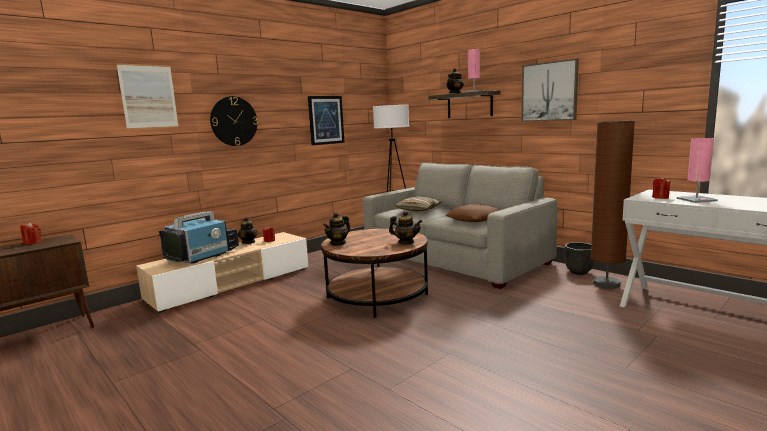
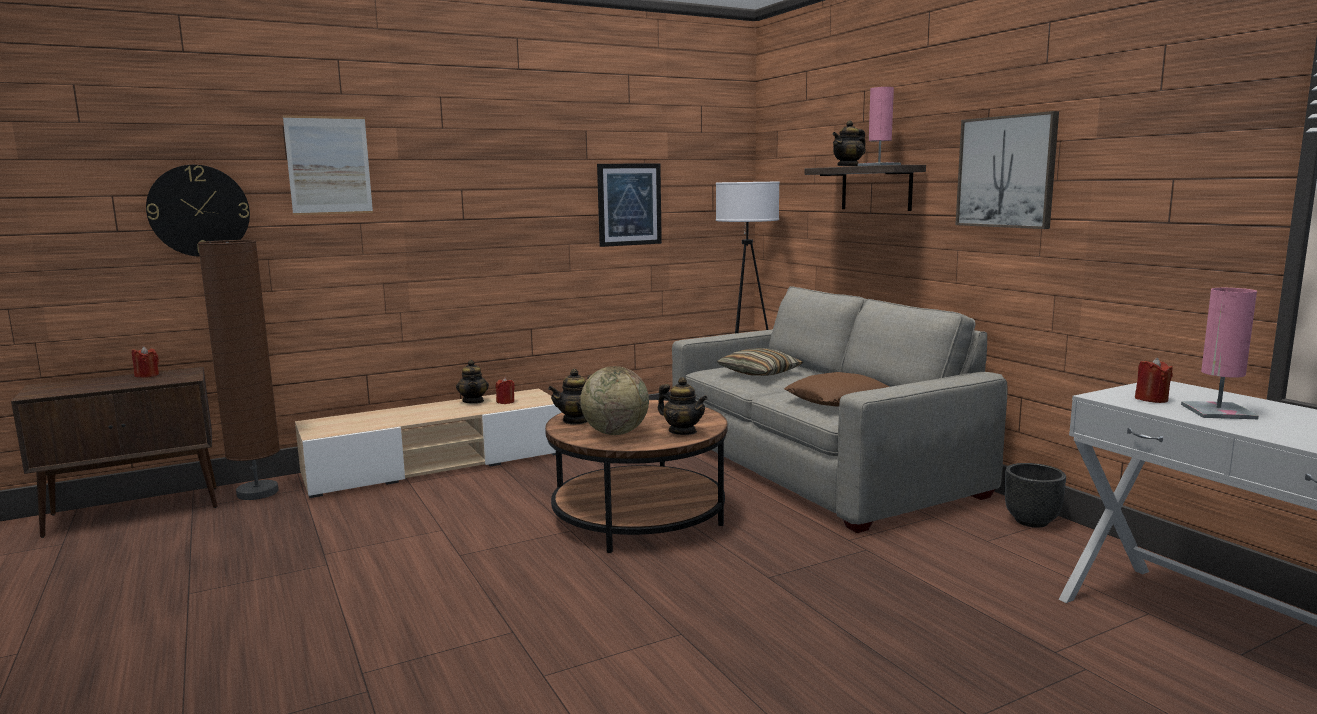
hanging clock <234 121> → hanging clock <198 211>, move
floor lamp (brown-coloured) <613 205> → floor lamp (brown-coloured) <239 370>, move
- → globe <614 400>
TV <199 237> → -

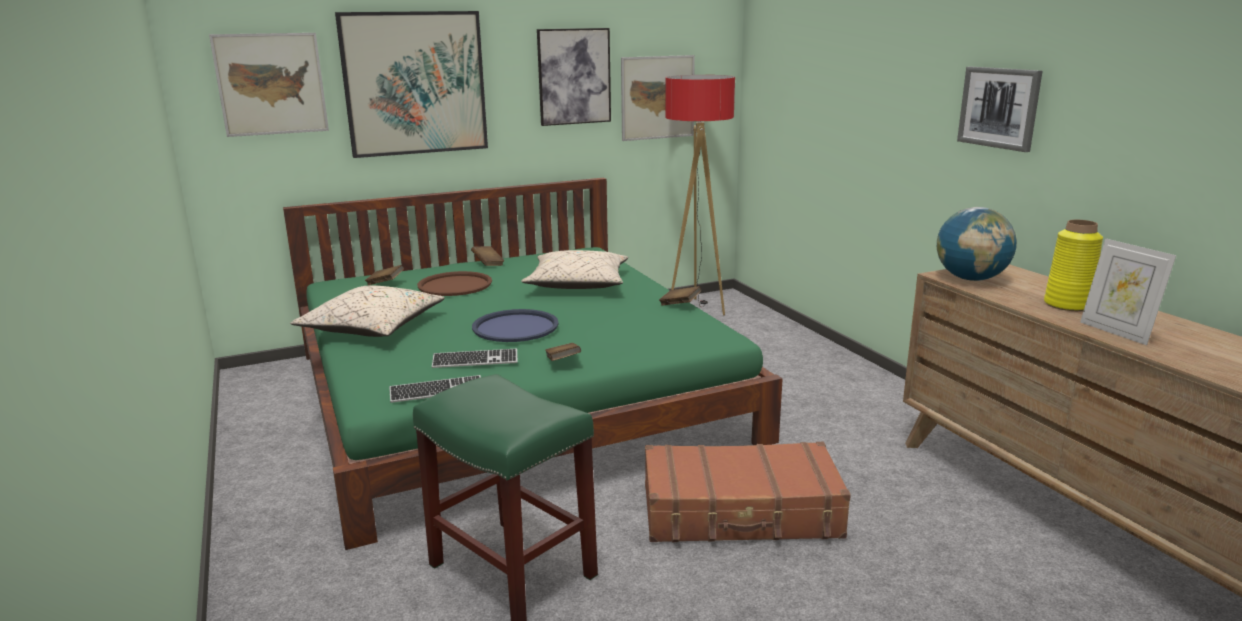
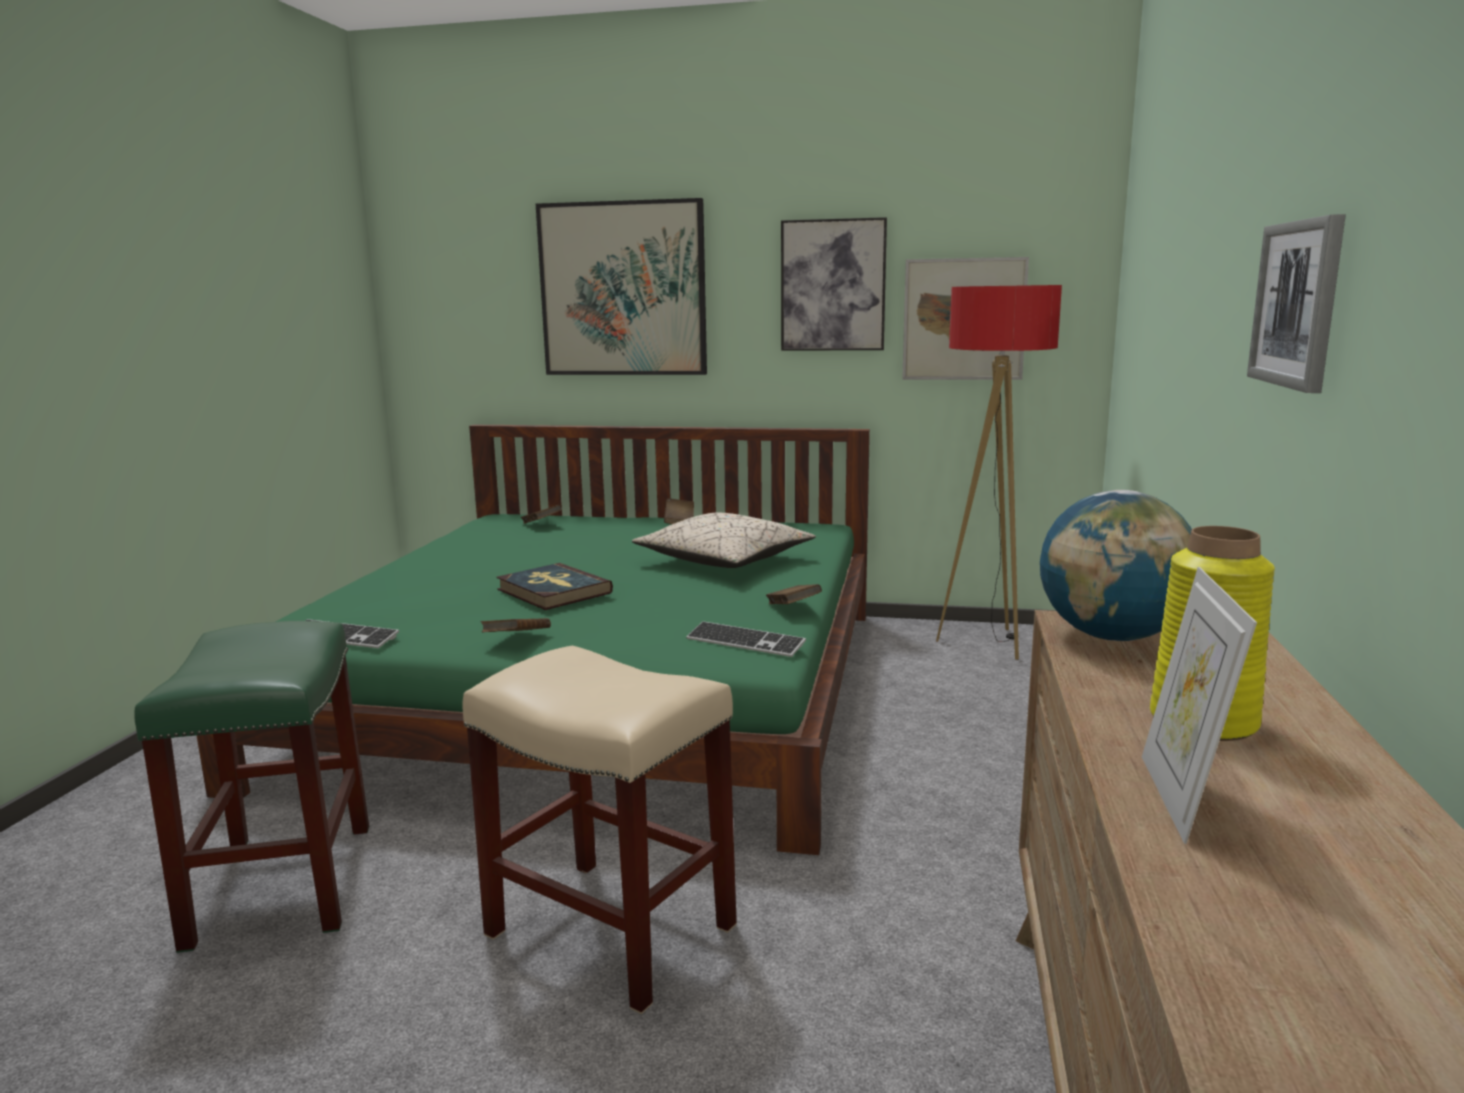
suitcase (brown-coloured) <748 492> → sitting stool (sand-coloured) <599 829>
tray (bluish) <515 325> → bound book <554 586>
keyboard <475 358> → keyboard <746 639>, move
picture <269 85> → -
pillow (sand-coloured) <367 311> → -
tray (brown-coloured) <454 283> → -

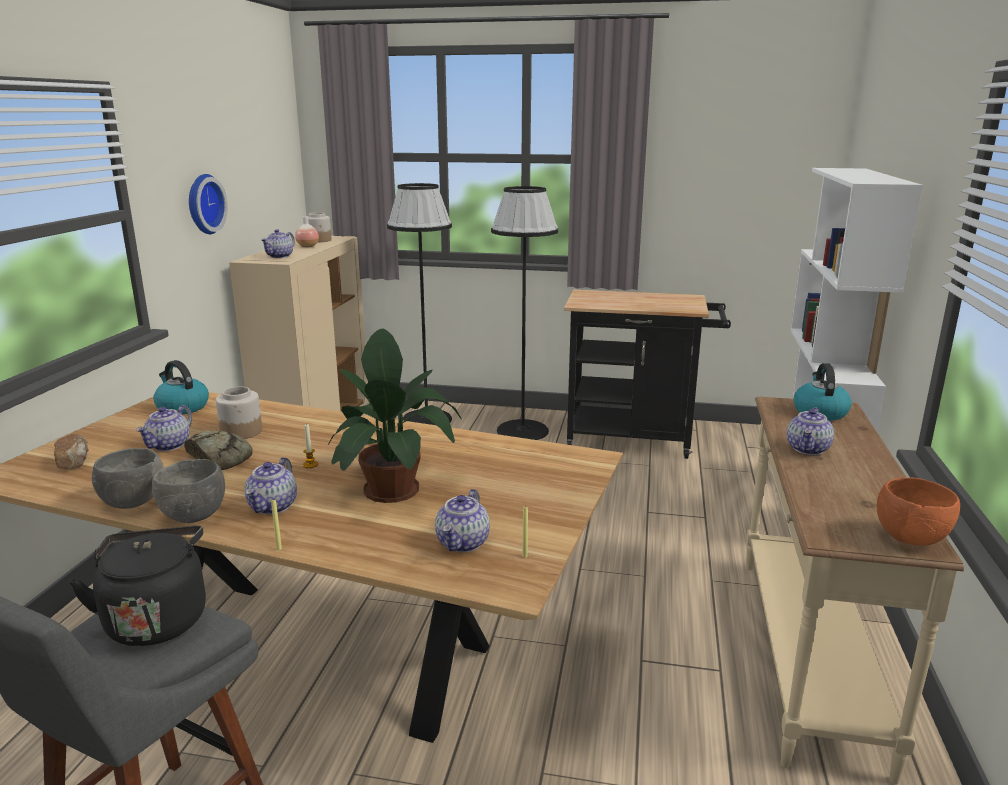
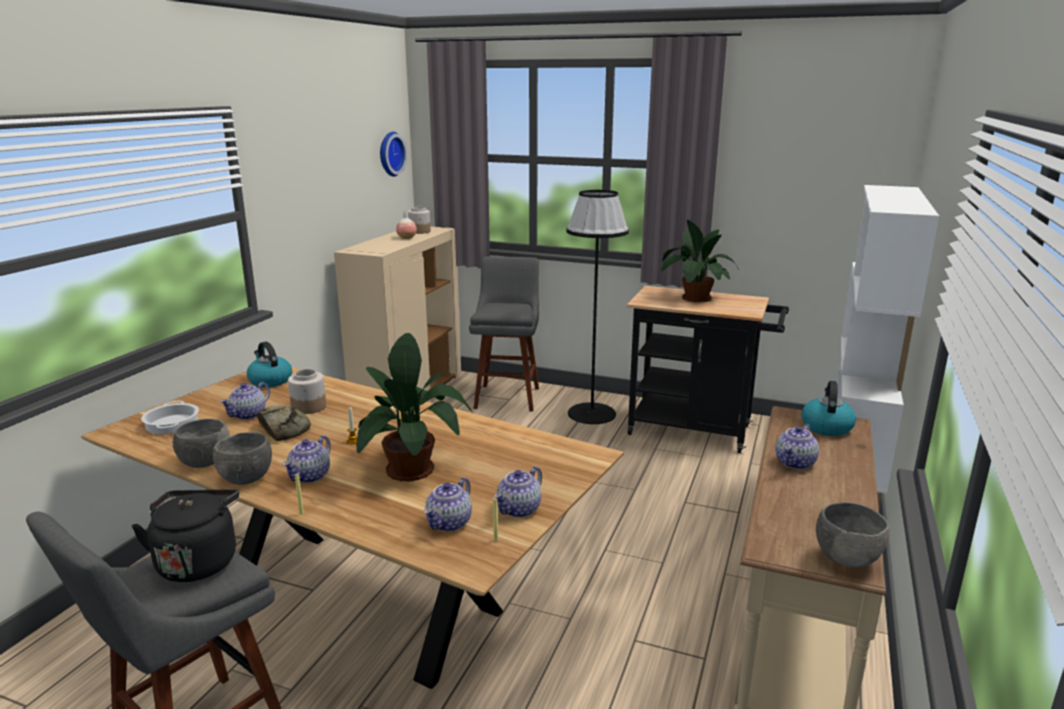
bakery bread <71 451> → saucepot <170 417>
hanging clock <208 204> → hanging clock <393 154>, move
floor lamp (black-coloured) <419 304> → sitting stool (grey) <504 334>
pot for tea <278 243> → pot for tea <518 492>, move
- → potted plant <700 261>
deep dish (orange) <918 511> → deep dish (grey) <853 535>

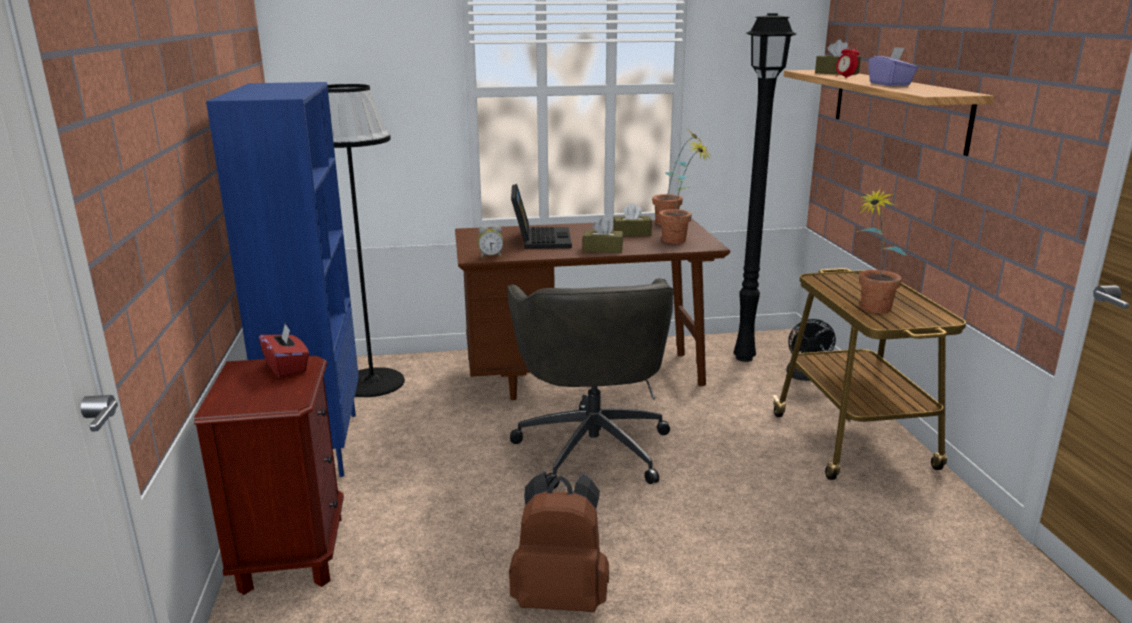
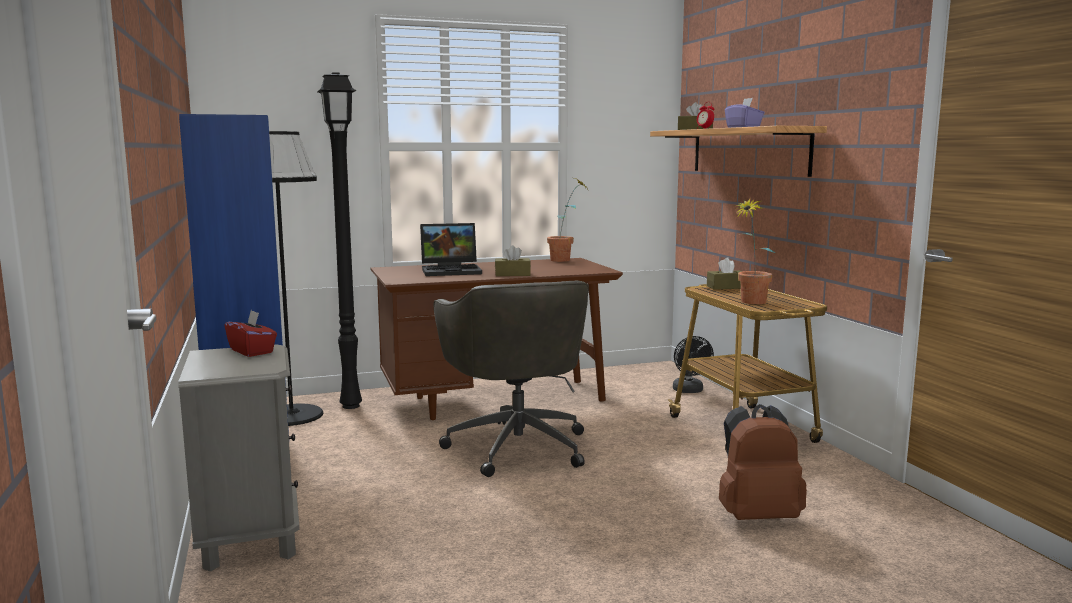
night table (brown-coloured) <269 475> → night table (grey) <239 457>
floor lamp (black-coloured) <764 187> → floor lamp (black-coloured) <339 240>, move
notebook computer <541 216> → notebook computer <451 249>, 90 degrees clockwise
tissue holder (brown-coloured) <632 220> → tissue holder (brown-coloured) <724 273>, move
knapsack (brown-coloured) <559 542> → knapsack (brown-coloured) <763 462>, move
table clock <491 241> → -
potted plant <686 192> → -

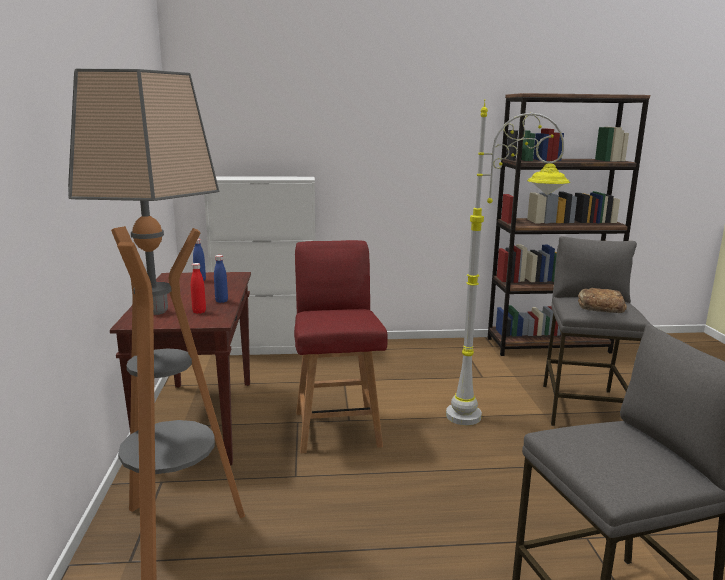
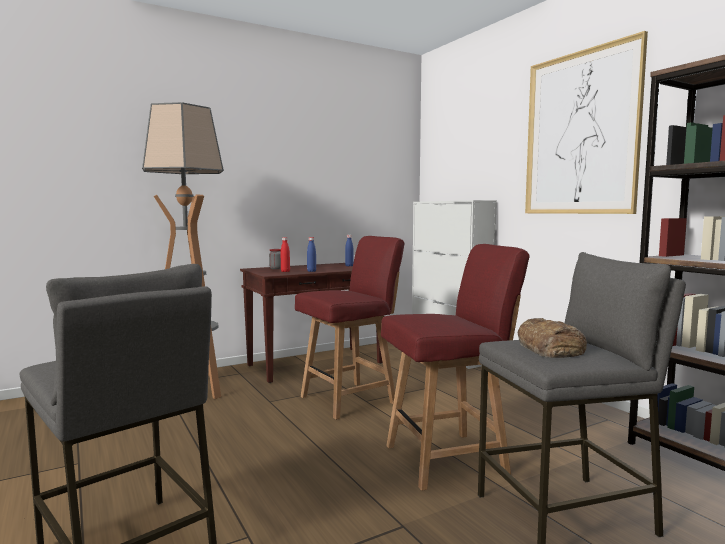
floor lamp (grey) <508 262> → chair (red-coloured) <455 367>
- → picture <586 122>

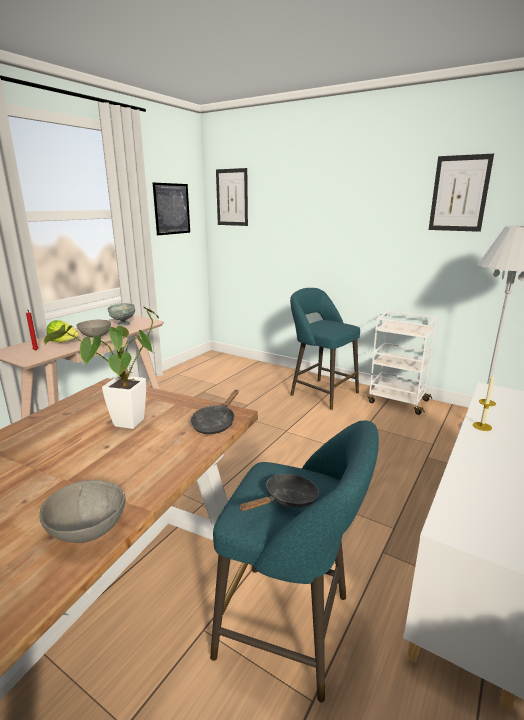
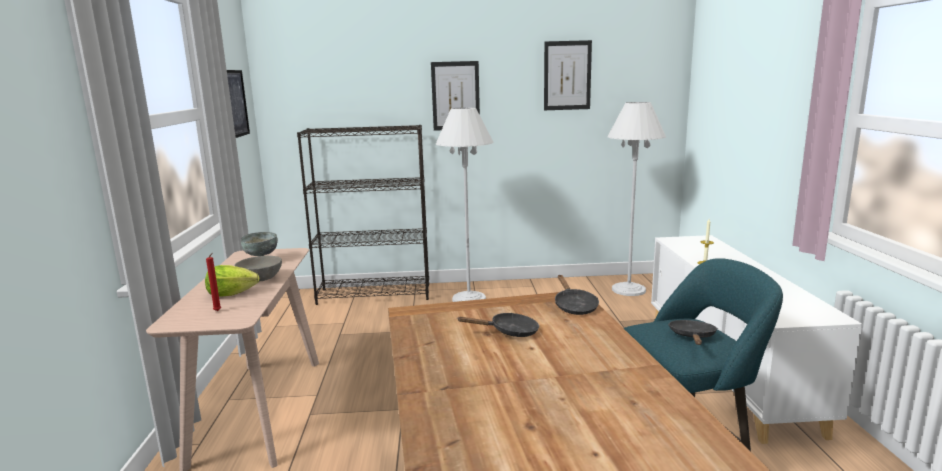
- → bookcase (black-coloured) <363 215>
picture <232 197> → picture <455 96>, move
sitting stool (turquoise) <325 349> → floor lamp (whitish) <464 204>
potted plant <102 368> → pan (black-coloured) <498 325>
deep dish (grey) <82 511> → -
trolley (whitish) <402 363> → -

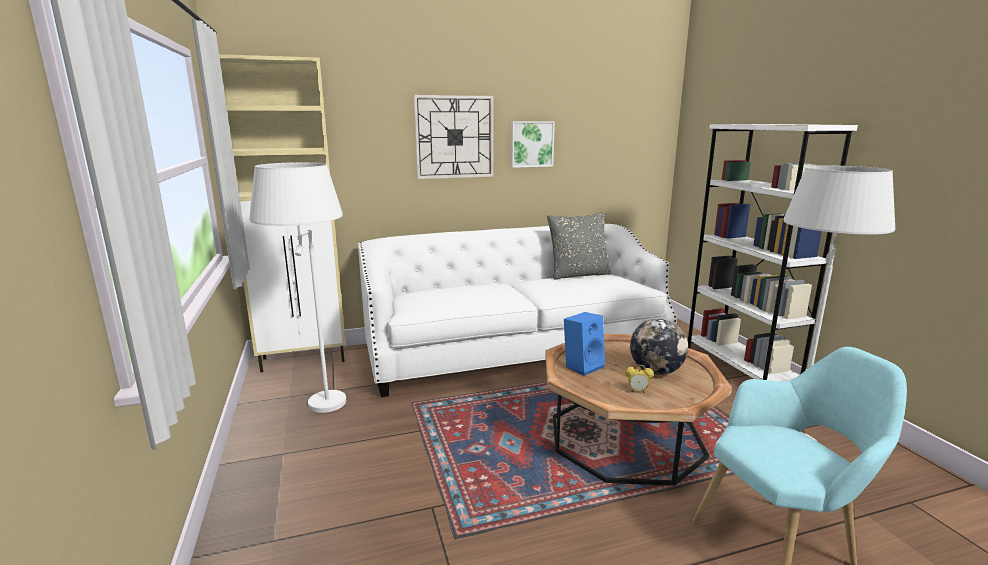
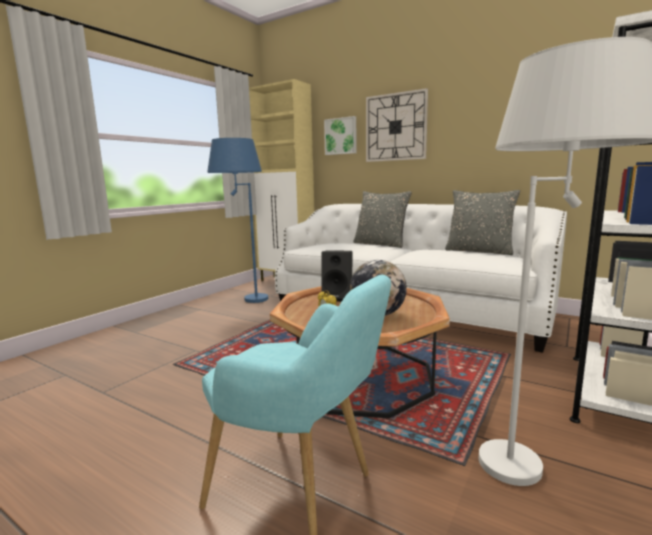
floor lamp (whitish) <297 287> → floor lamp (bluish) <237 220>
loudspeaker (bluish) <584 344> → loudspeaker (black-coloured) <336 276>
picture <533 144> → picture <340 135>, move
- → pillow (grey) <382 219>

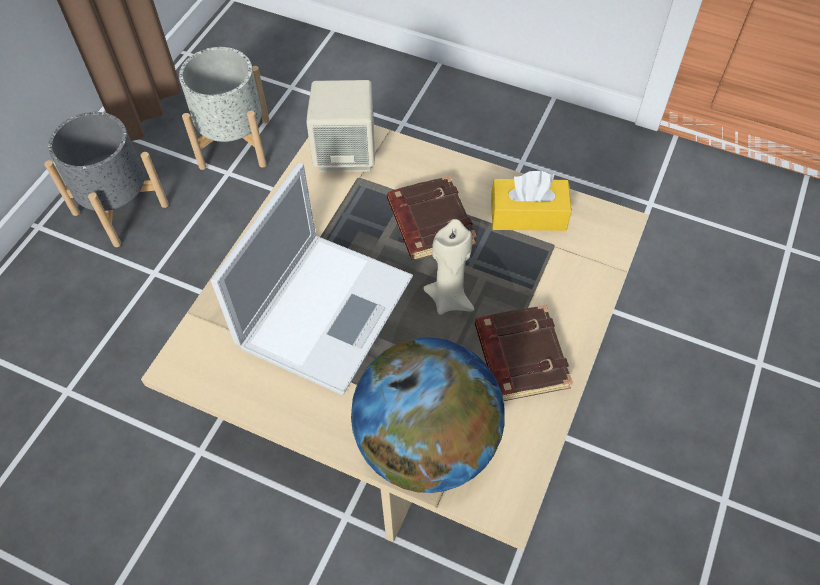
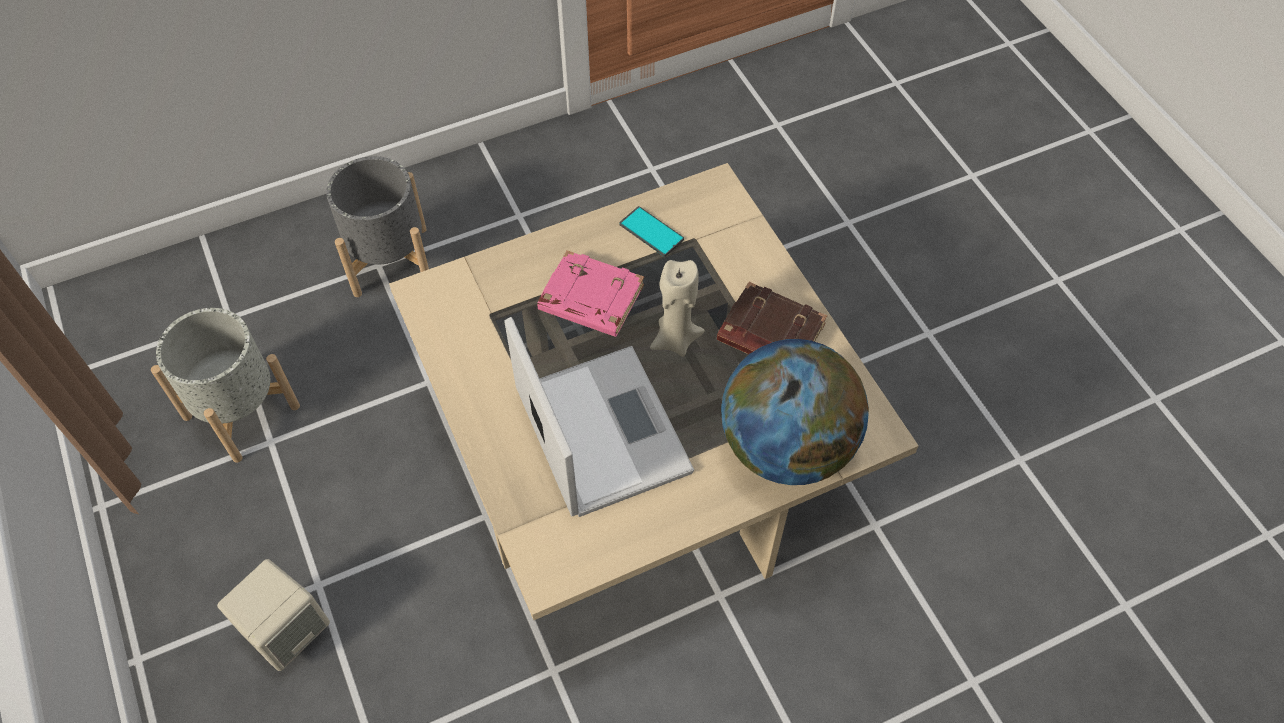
loudspeaker (sand-coloured) <340 126> → loudspeaker (sand-coloured) <273 615>, move
plant pot (grey) <106 179> → plant pot (grey) <377 226>, move
bound book (brown-coloured) <432 218> → bound book (pink-coloured) <590 293>
tissue holder (yellow-coloured) <531 201> → telephone <651 231>

